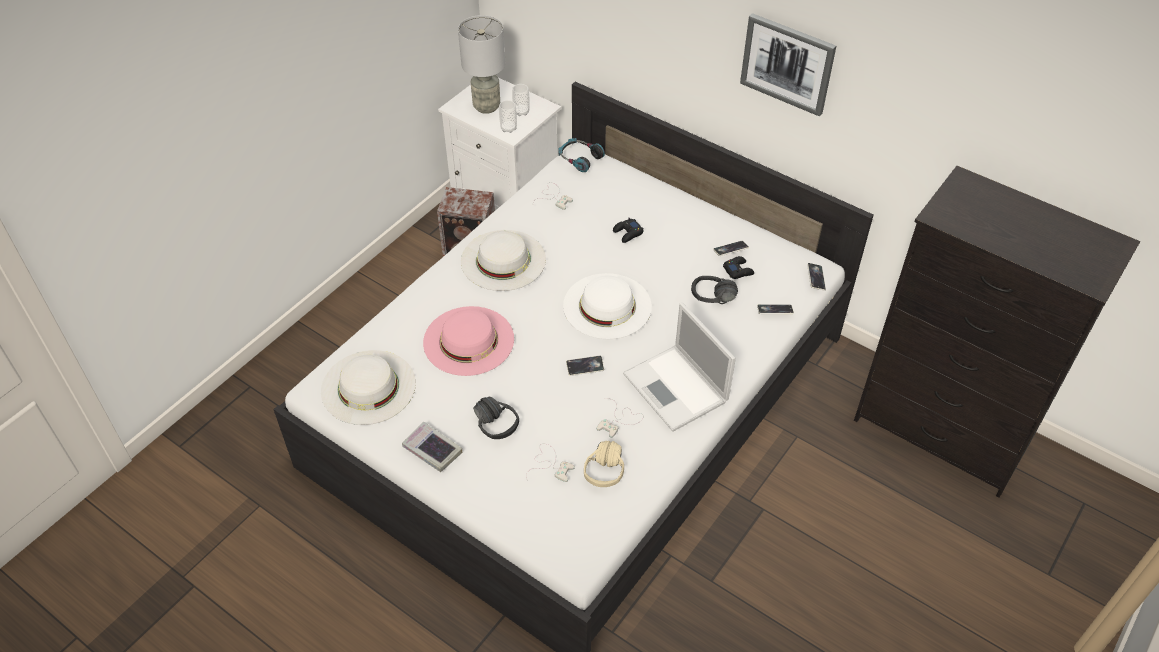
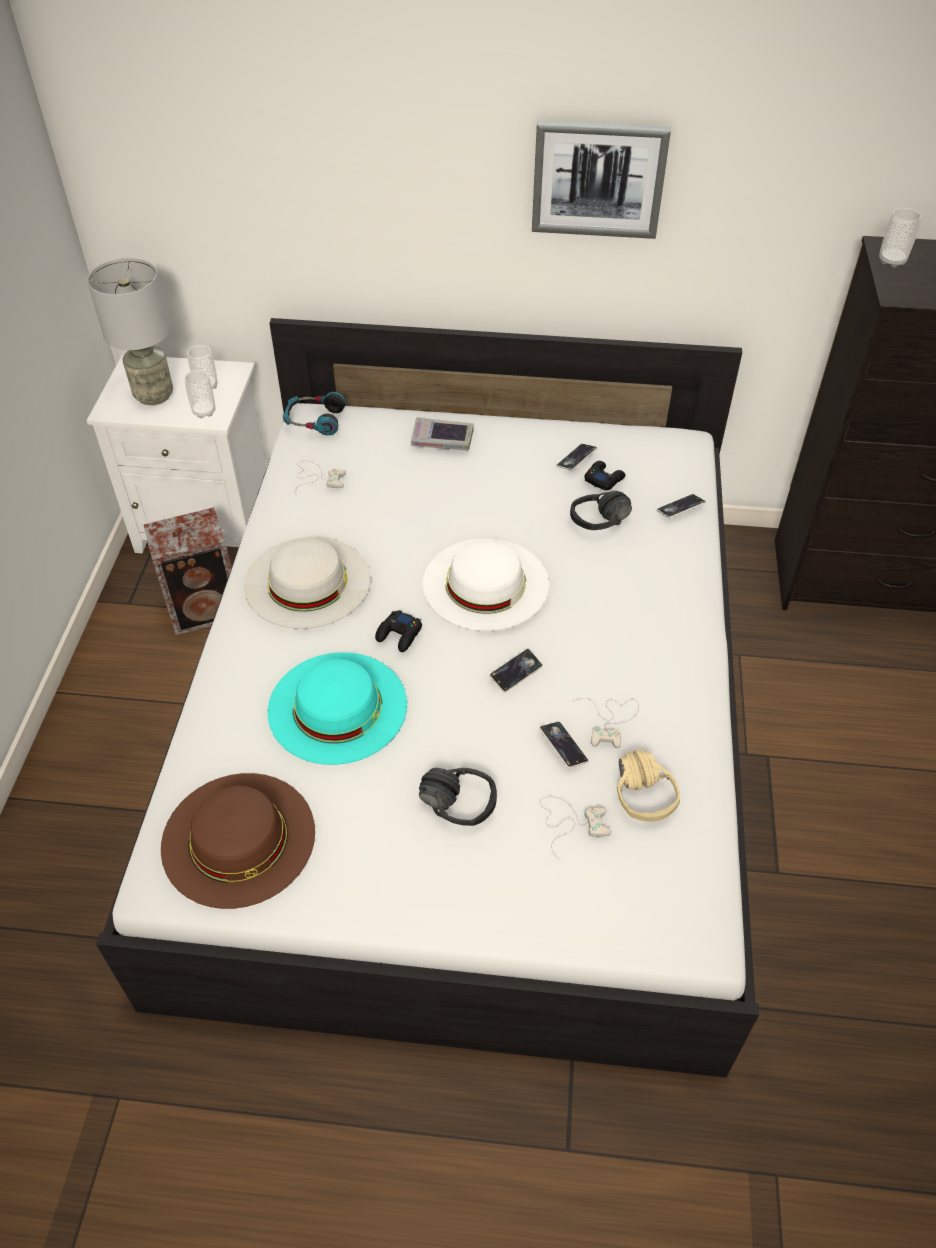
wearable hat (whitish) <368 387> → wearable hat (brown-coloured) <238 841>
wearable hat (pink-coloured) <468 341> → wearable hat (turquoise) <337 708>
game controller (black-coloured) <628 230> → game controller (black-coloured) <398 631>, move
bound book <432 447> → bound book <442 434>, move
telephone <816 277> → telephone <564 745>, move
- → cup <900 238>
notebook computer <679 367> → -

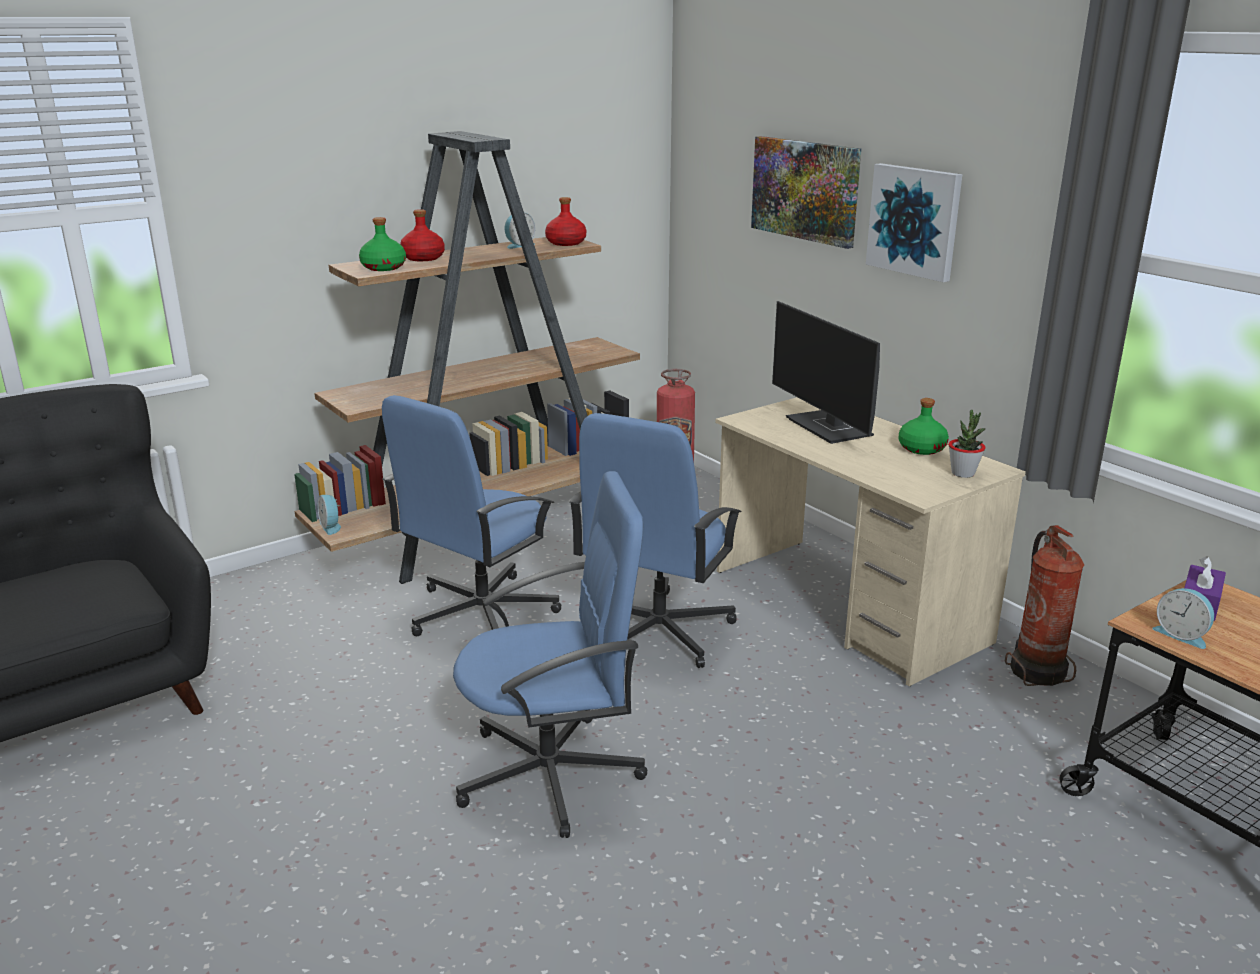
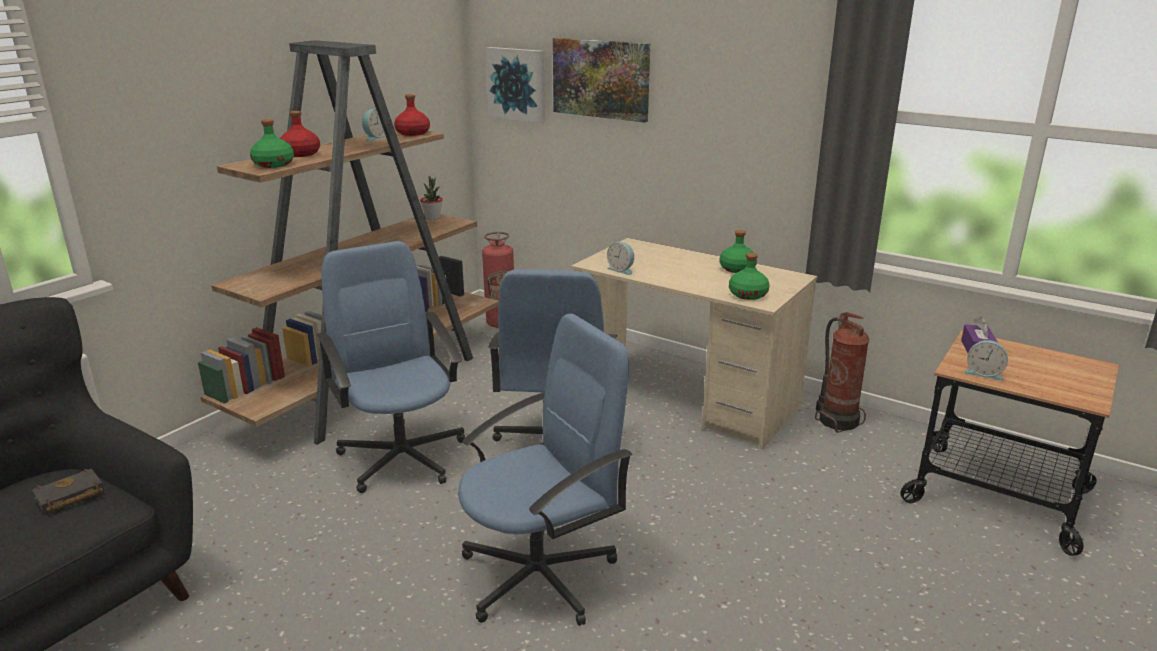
- → bound book (black-coloured) <68 491>
computer chair (bluish) <471 515> → computer chair (bluish) <391 367>, 135 degrees clockwise
potted plant <966 444> → potted plant <431 198>, move
picture <914 222> → picture <515 85>, move
table clock <329 515> → table clock <620 258>, move
- → drink bottle (greenish) <749 276>
monitor <826 372> → -

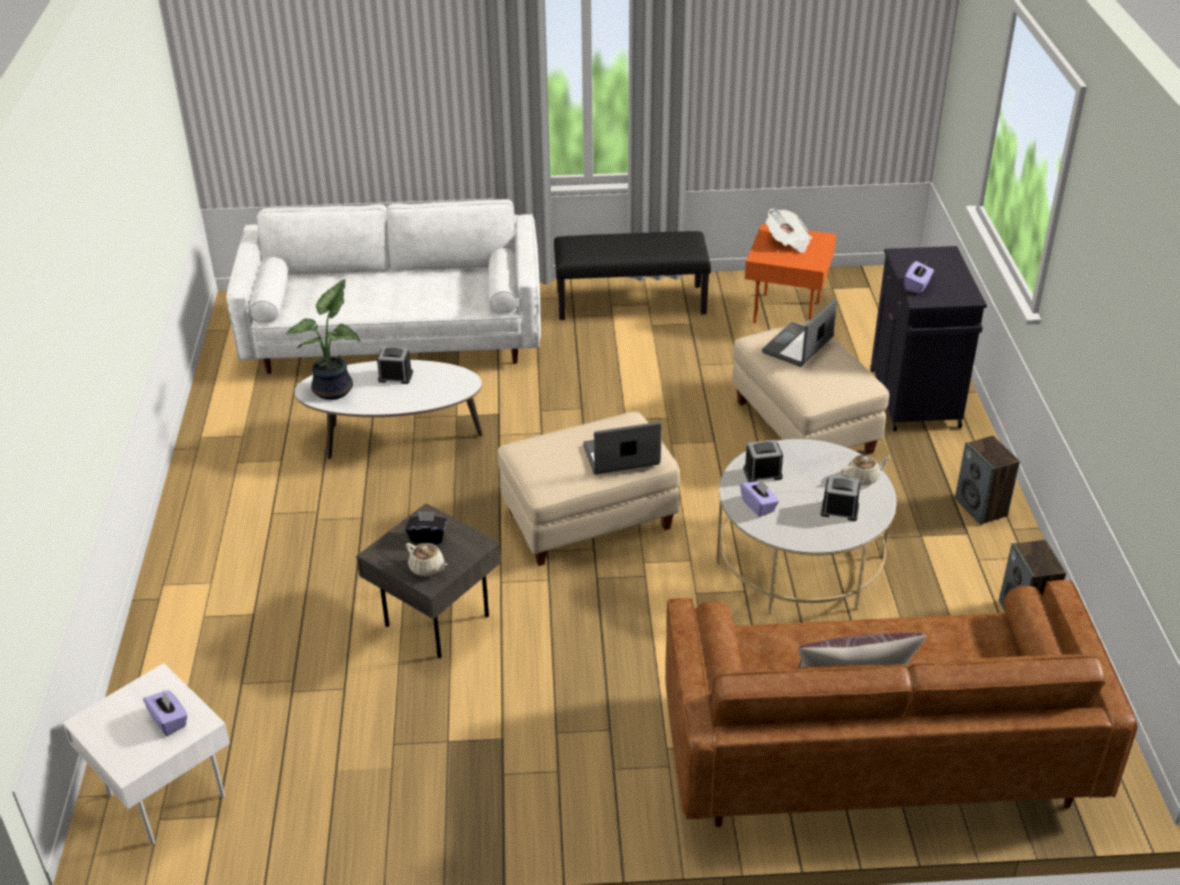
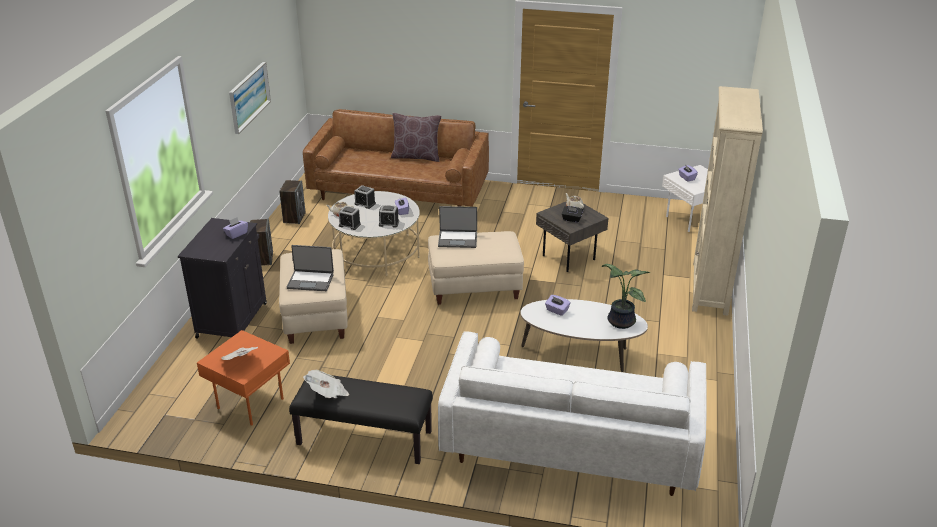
- → picture <250 98>
notebook computer <799 332> → notebook computer <310 268>, 45 degrees clockwise
- → newspaper <326 384>
table clock <395 365> → table clock <350 218>, move
- → tissue holder (purple-coloured) <557 305>
- → bookcase (sand-coloured) <727 201>

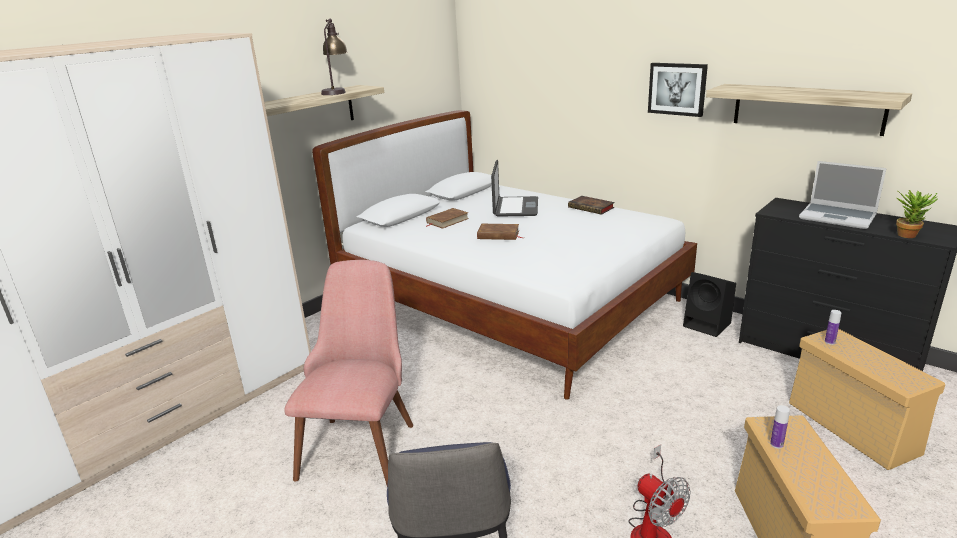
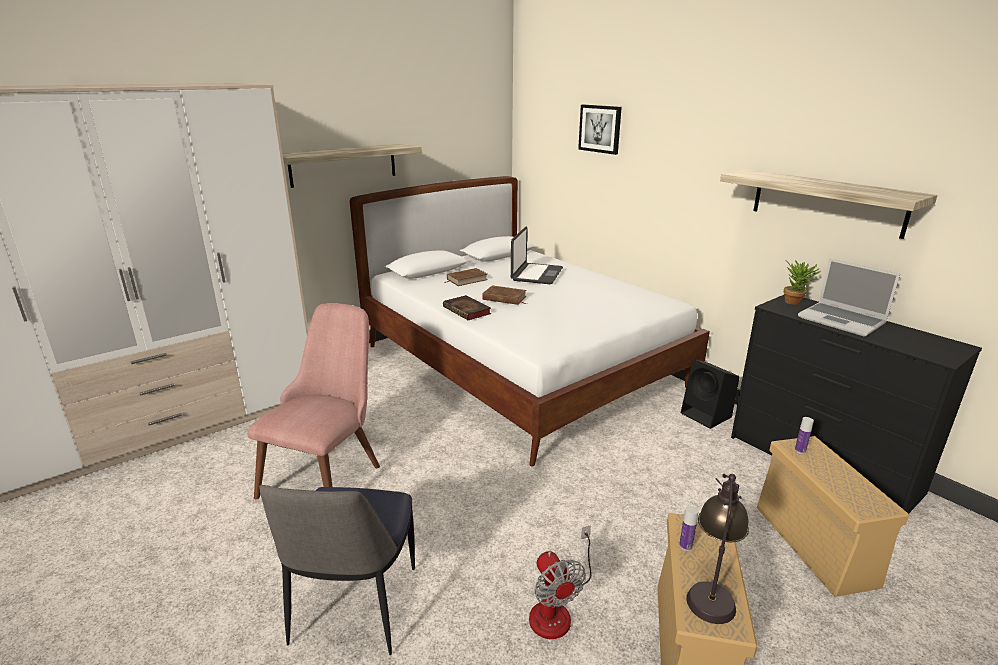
bound book <591 205> → bound book <467 307>, move
picture <678 90> → picture <600 130>, move
lamp for a table <334 57> → lamp for a table <717 549>, move
potted plant <917 214> → potted plant <802 282>, move

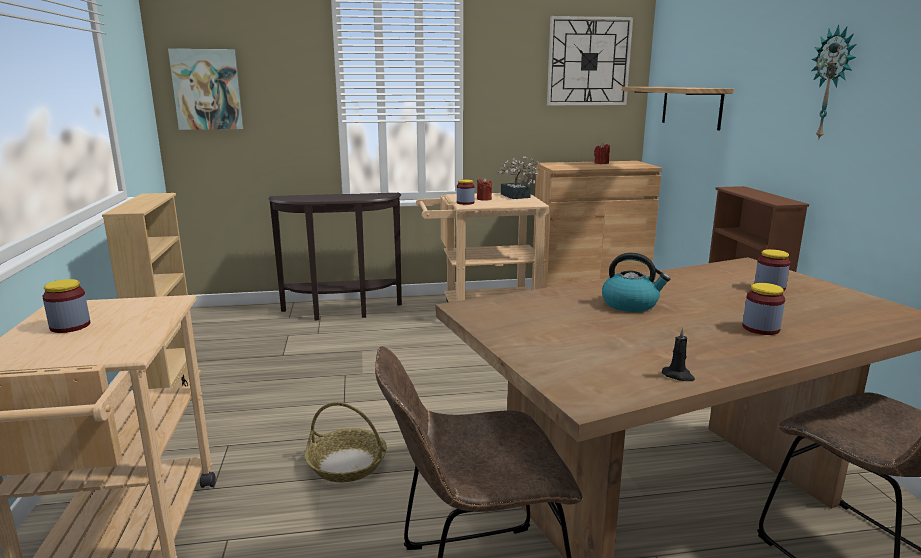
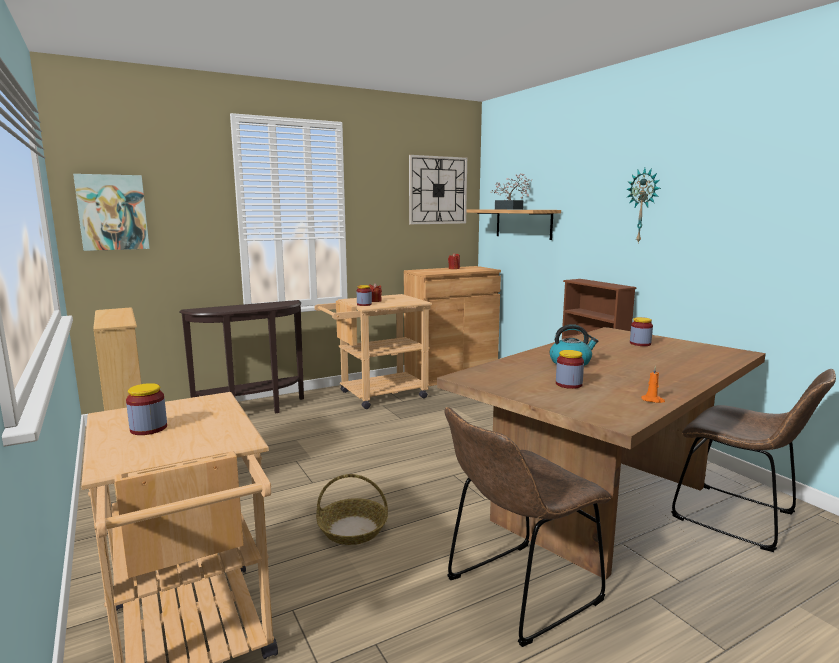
potted plant <518 177> → potted plant <511 192>, move
jar <763 309> → jar <570 369>, move
wax candle (black-coloured) <678 354> → wax candle (orange) <653 384>

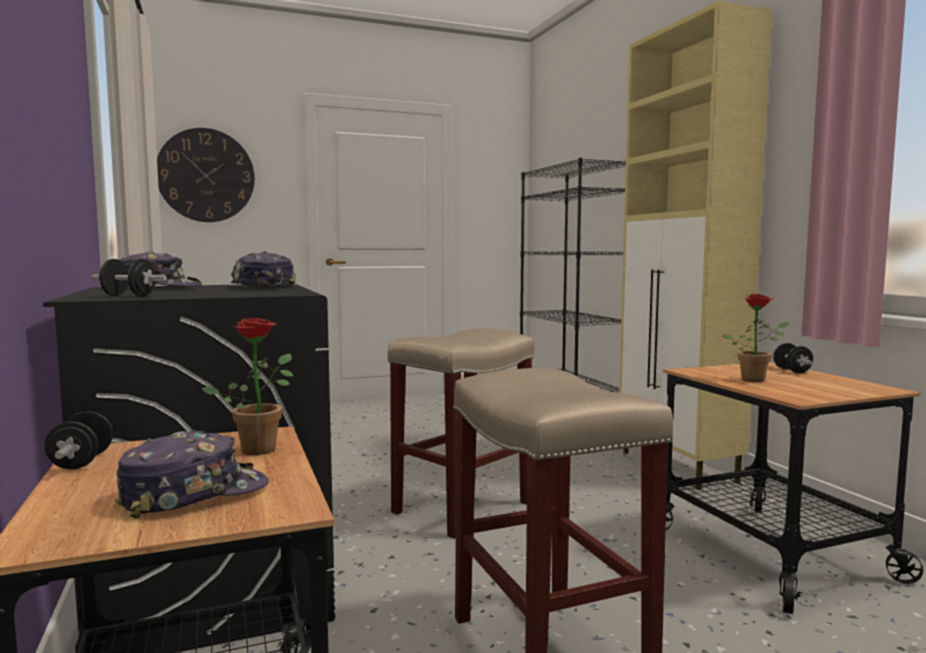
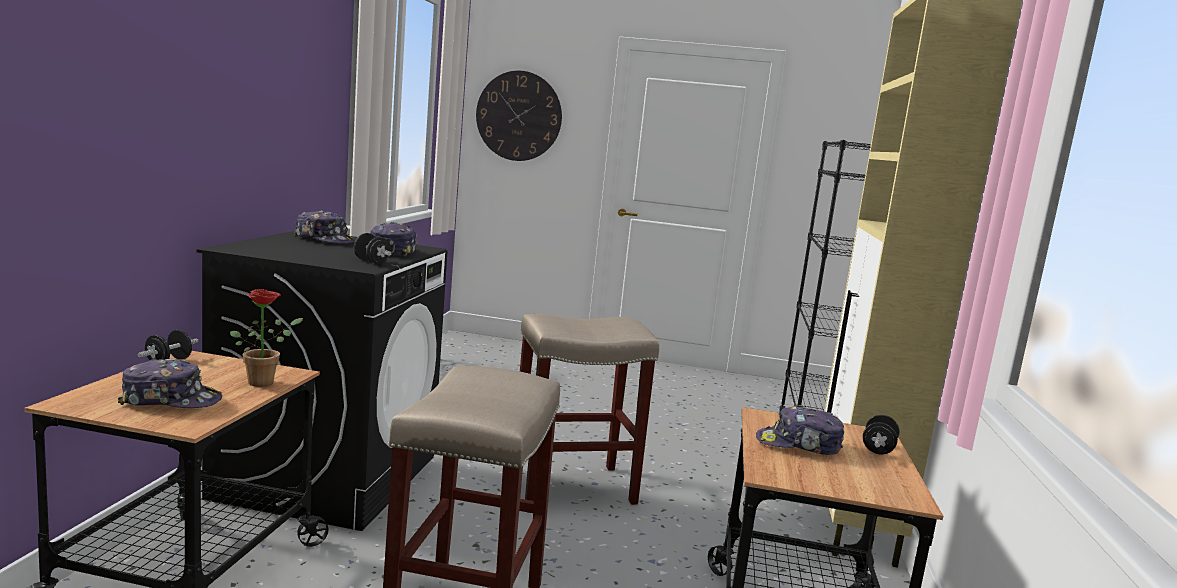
free weight (black-coloured) <129 278> → free weight (black-coloured) <372 248>, move
potted plant <756 337> → baseball cap <800 430>

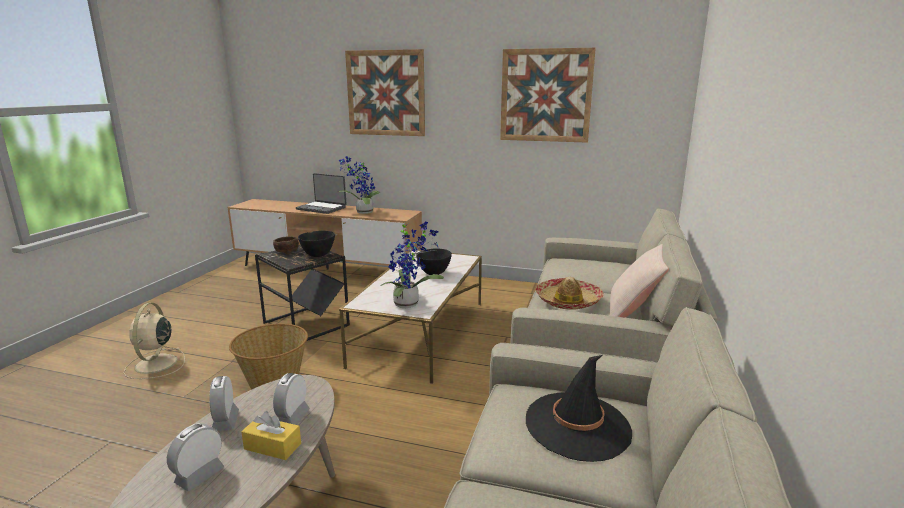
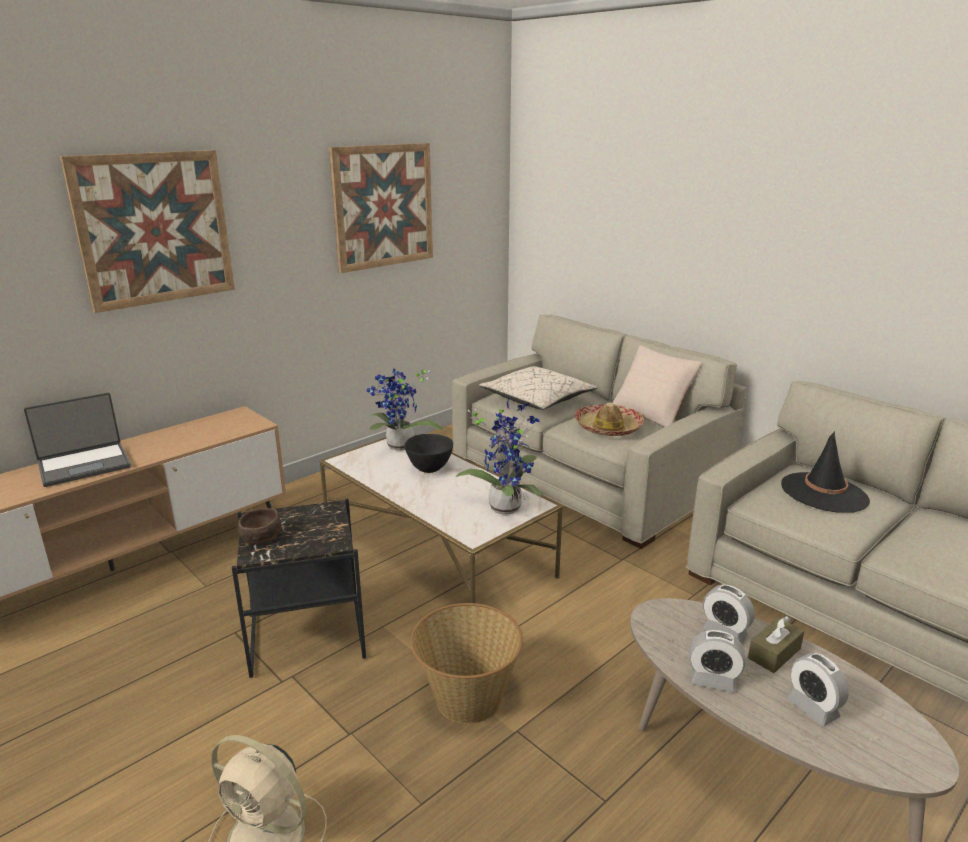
potted plant <359 185> → potted plant <405 409>, move
- → pillow (sand-coloured) <538 388>
tissue holder (yellow-coloured) <271 435> → tissue holder (brown-coloured) <776 644>
deep dish (black-coloured) <316 244> → -

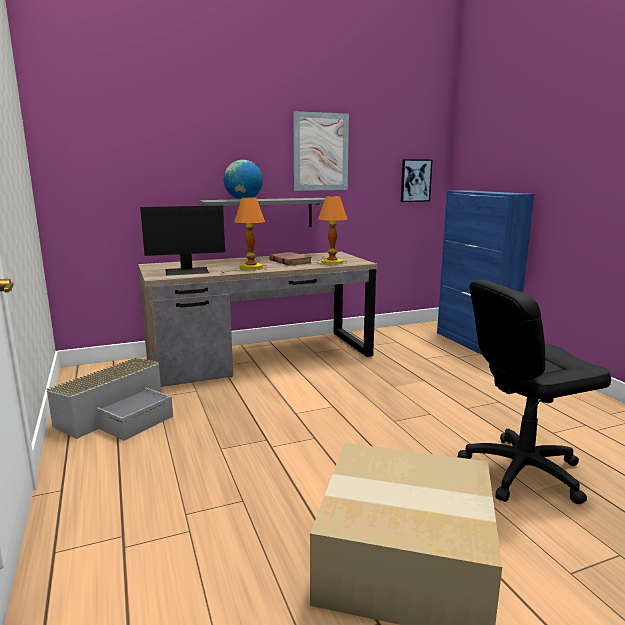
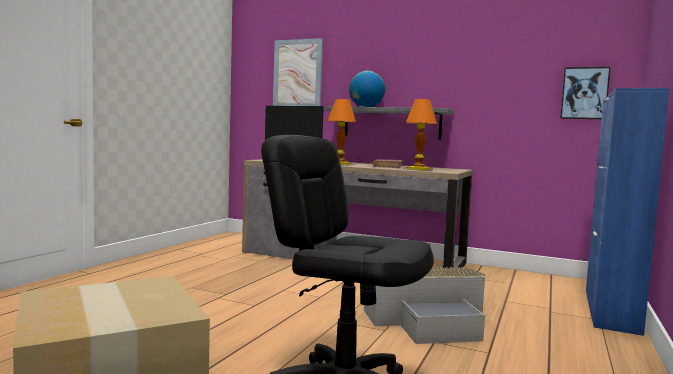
picture <321 151> → picture <298 72>, move
storage bin (grey) <109 399> → storage bin (grey) <425 305>, move

